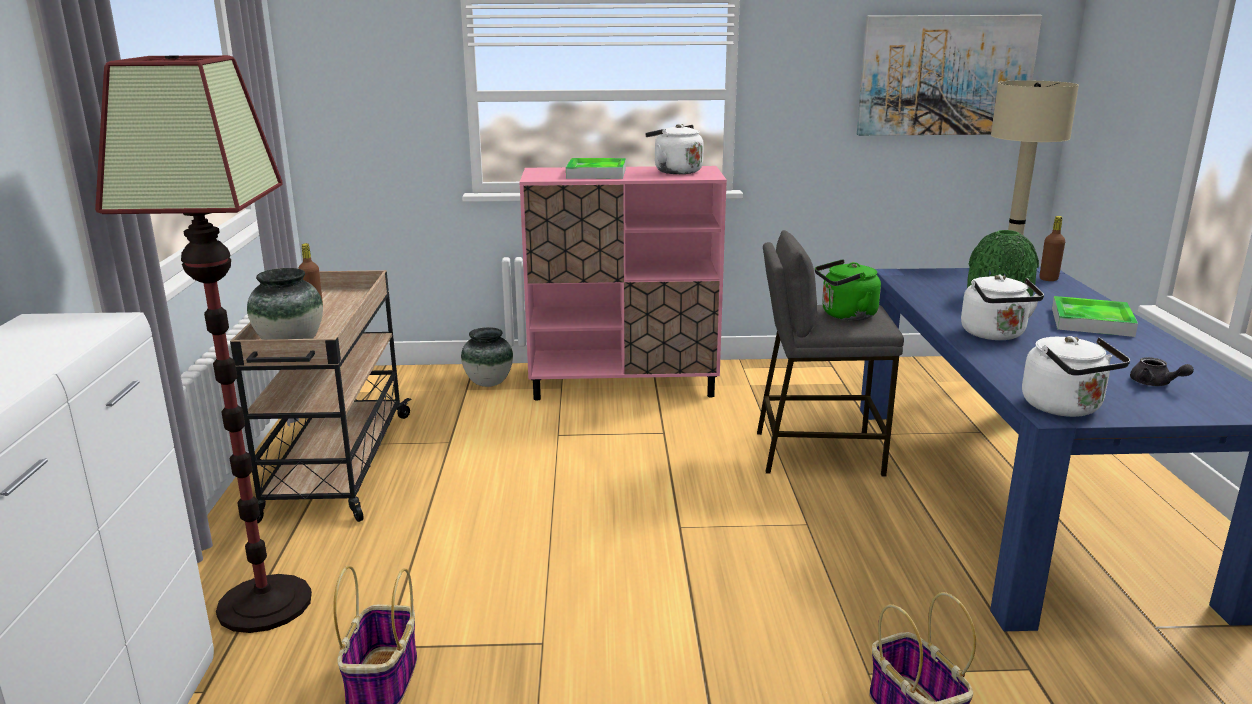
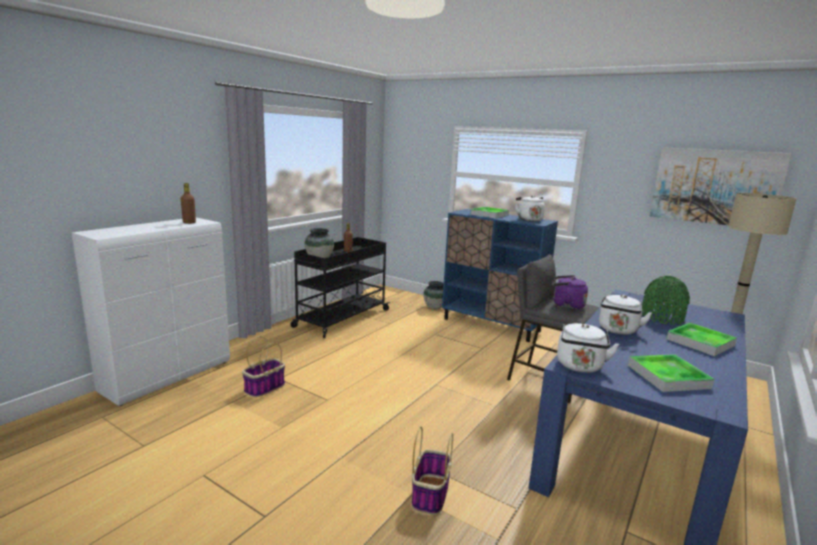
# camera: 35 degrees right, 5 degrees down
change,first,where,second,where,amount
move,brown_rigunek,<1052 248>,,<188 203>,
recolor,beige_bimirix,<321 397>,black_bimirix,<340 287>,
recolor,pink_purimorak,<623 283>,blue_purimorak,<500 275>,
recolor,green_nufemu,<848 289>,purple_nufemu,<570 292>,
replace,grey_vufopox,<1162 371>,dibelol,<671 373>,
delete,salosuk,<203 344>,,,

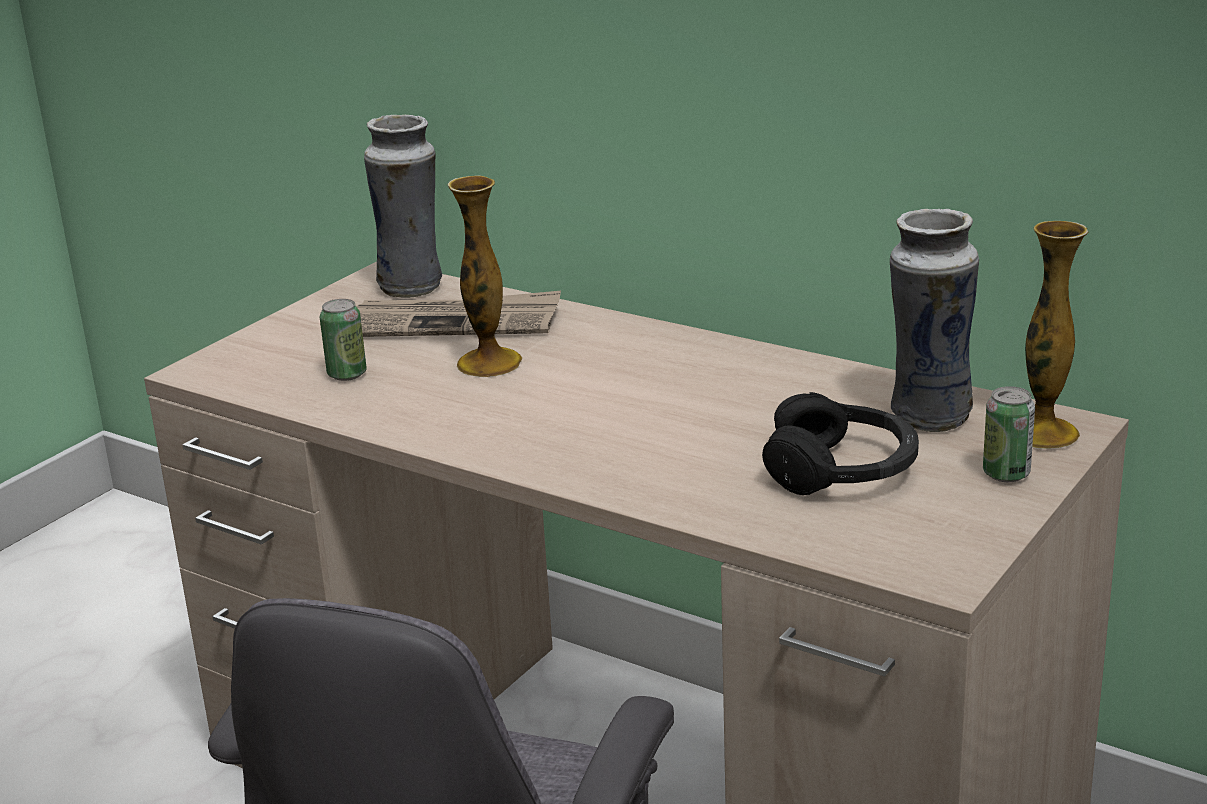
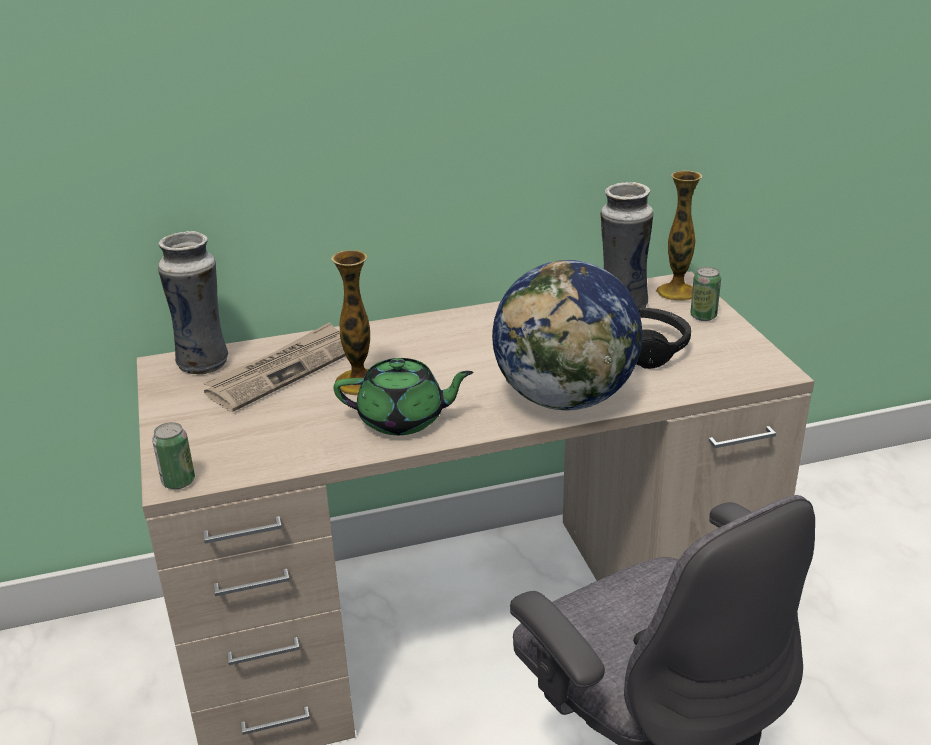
# camera: 50 degrees left, 5 degrees up
change,first,where,second,where,amount
move,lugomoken,<343 340>,,<173 455>,
insert,,,green_vufopox,<403 396>,
insert,,,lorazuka,<567 335>,

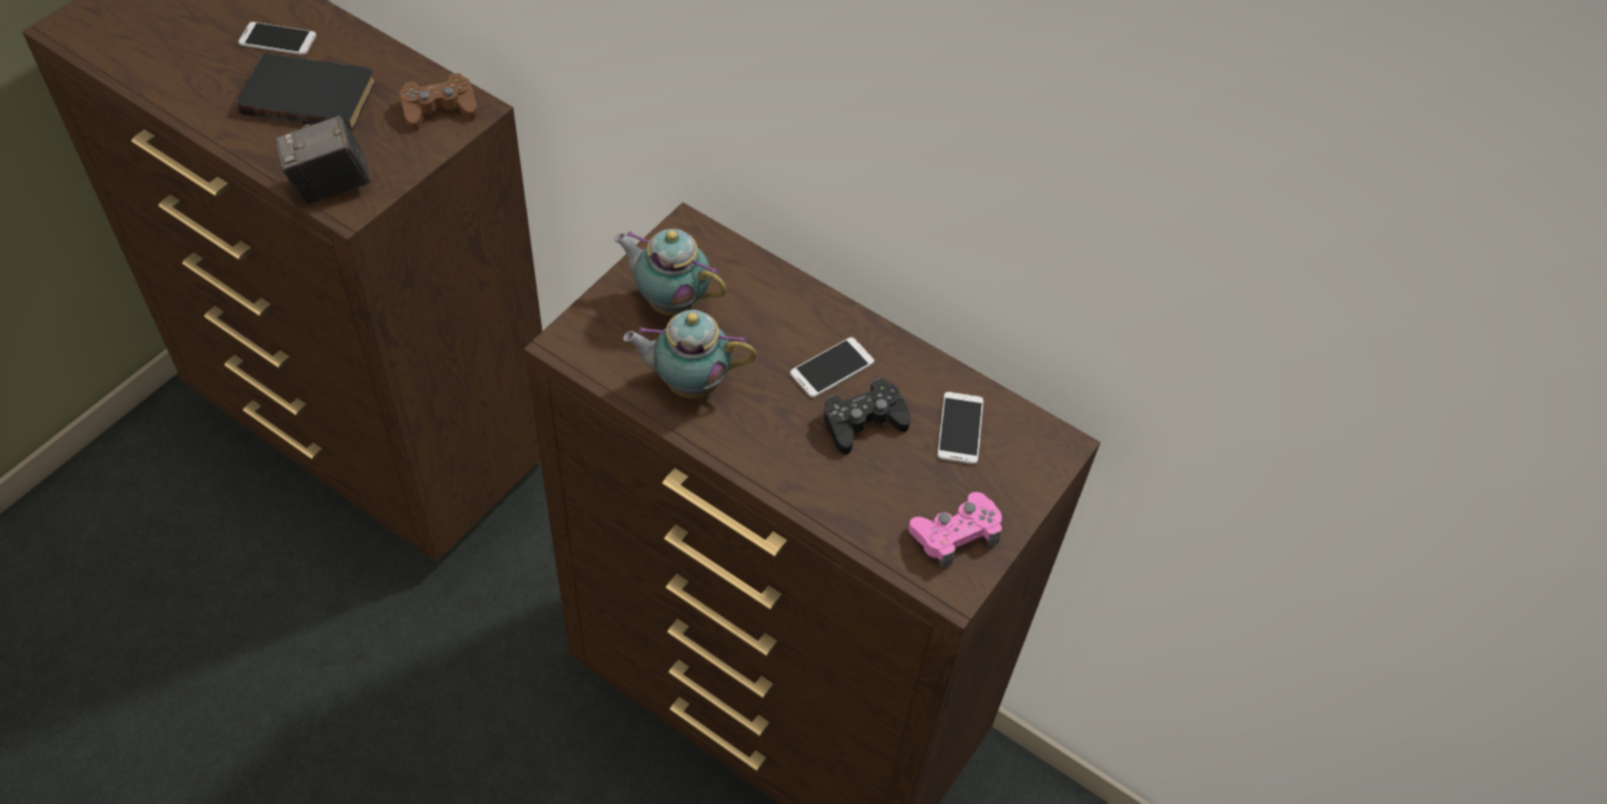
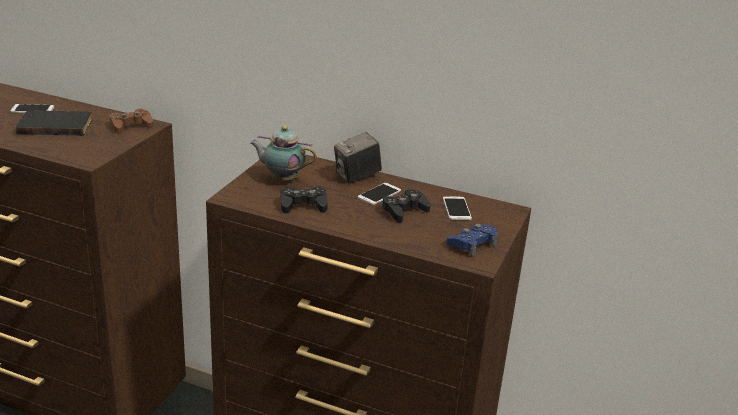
# camera: 10 degrees left, 25 degrees down
change,first,where,second,where,amount
replace,vufopox,<689 354>,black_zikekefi,<304 199>,
move,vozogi,<322 160>,,<358 158>,
recolor,pink_zikekefi,<955 530>,blue_zikekefi,<472 240>,

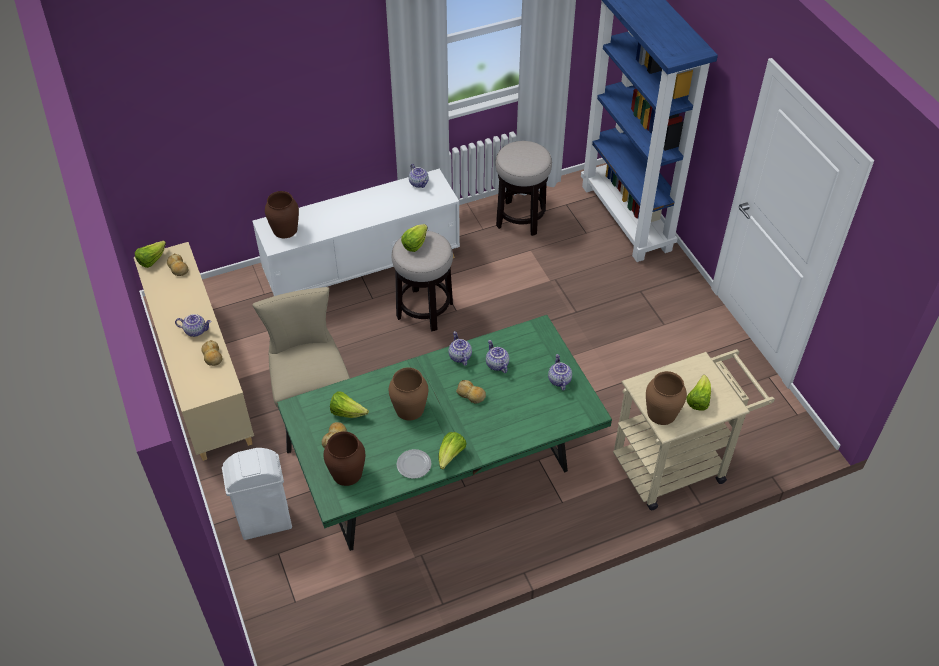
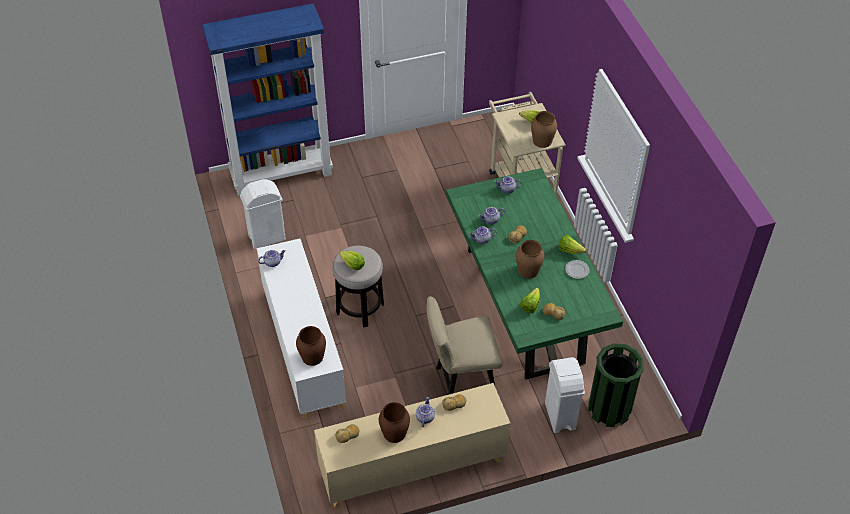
# camera: 85 degrees left, 0 degrees up
change,first,where,second,where,amount
replace,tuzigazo,<523 188>,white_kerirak,<263 214>,
move,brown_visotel,<344 458>,,<394 422>,
insert,,,green_kerirak,<616 385>,
delete,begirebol,<150 254>,,,

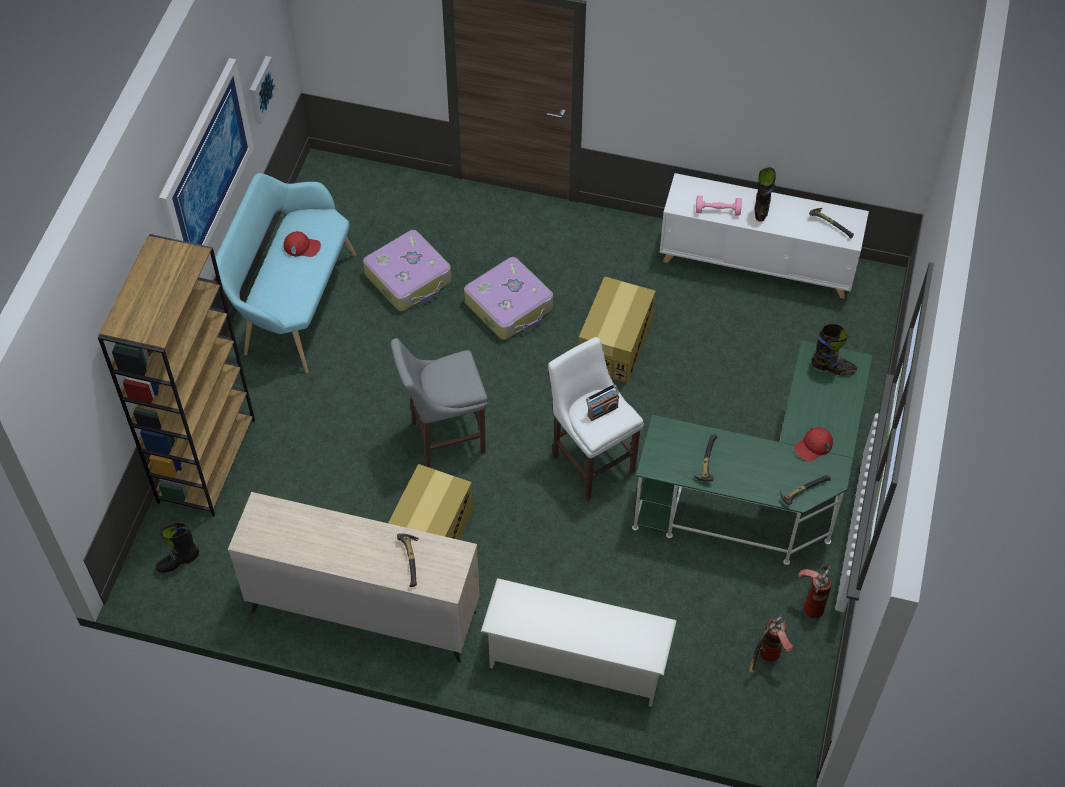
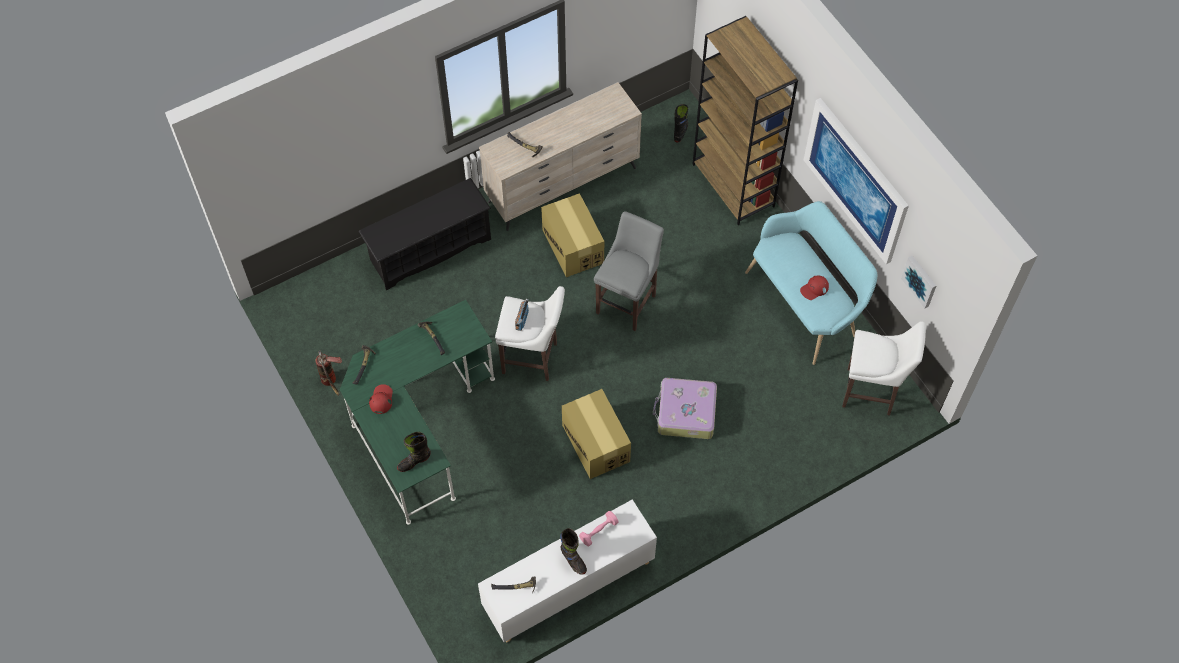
# camera: 135 degrees right, 5 degrees up
change,first,where,second,where,amount
recolor,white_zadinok,<579 642>,black_zadinok,<424 234>,
insert,,,white_tuzigazo,<884 368>,
delete,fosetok,<407 270>,,,
delete,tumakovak,<771 644>,,,

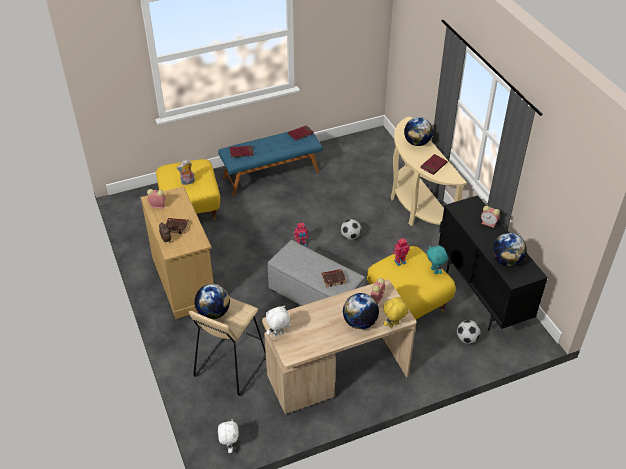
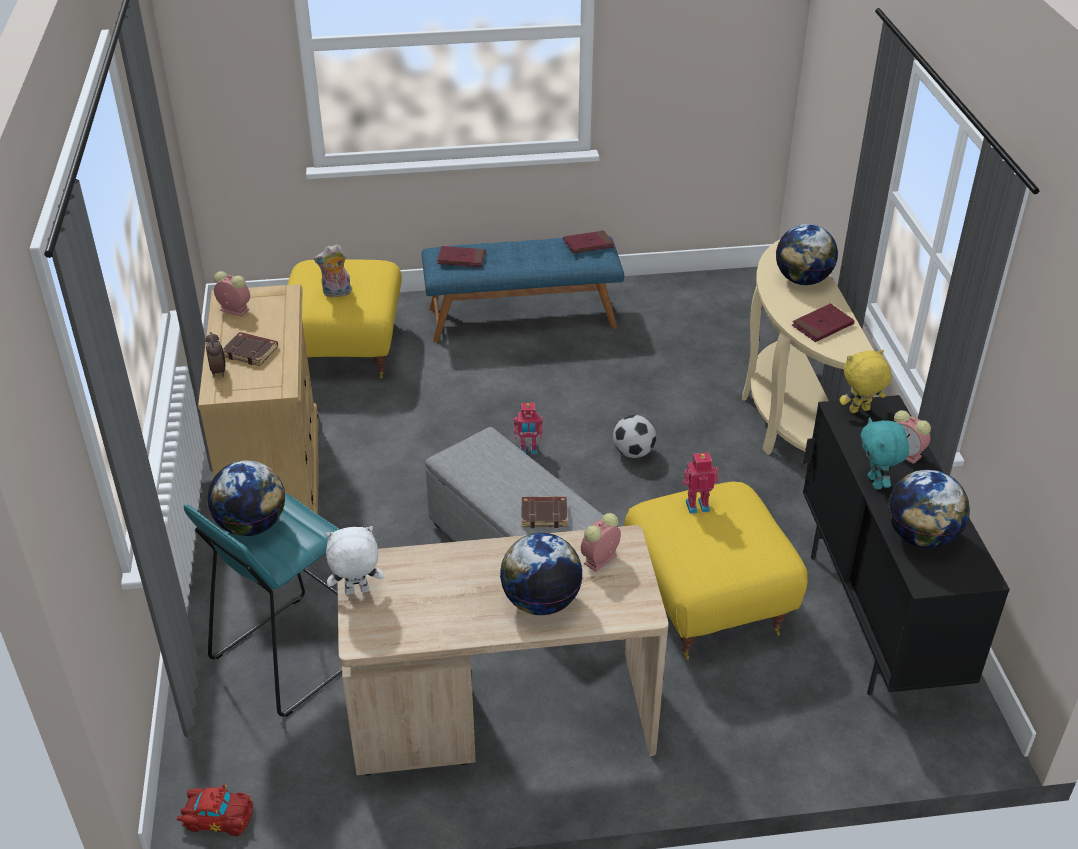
# camera: 15 degrees right, 5 degrees down
change,first,where,second,where,amount
replace,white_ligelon,<228 436>,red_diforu,<215 810>,
recolor,beige_tuzigazo,<227 346>,turquoise_tuzigazo,<263 604>,
move,yellow_ligelon,<395 312>,,<865 381>,
move,turquoise_ligelon,<437 260>,,<885 453>,
delete,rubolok,<469 332>,,,

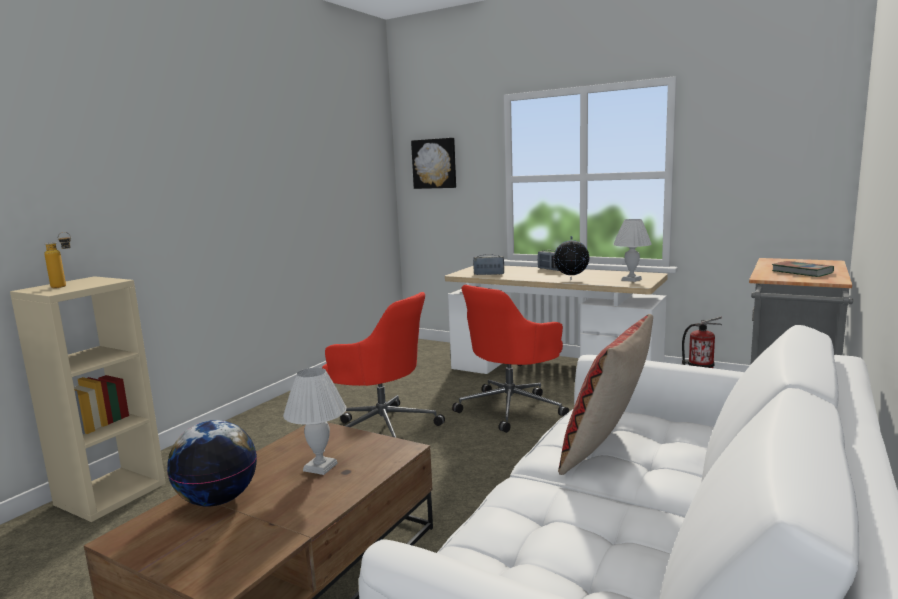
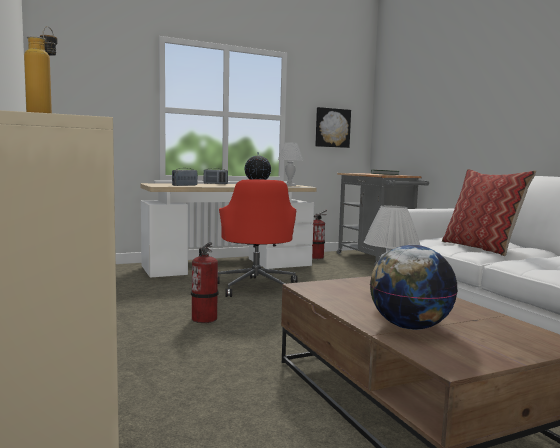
# camera: 55 degrees left, 5 degrees down
change,first,where,second,where,amount
replace,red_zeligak,<383 365>,tumakovak,<205 282>,
move,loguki,<433 163>,,<333 127>,

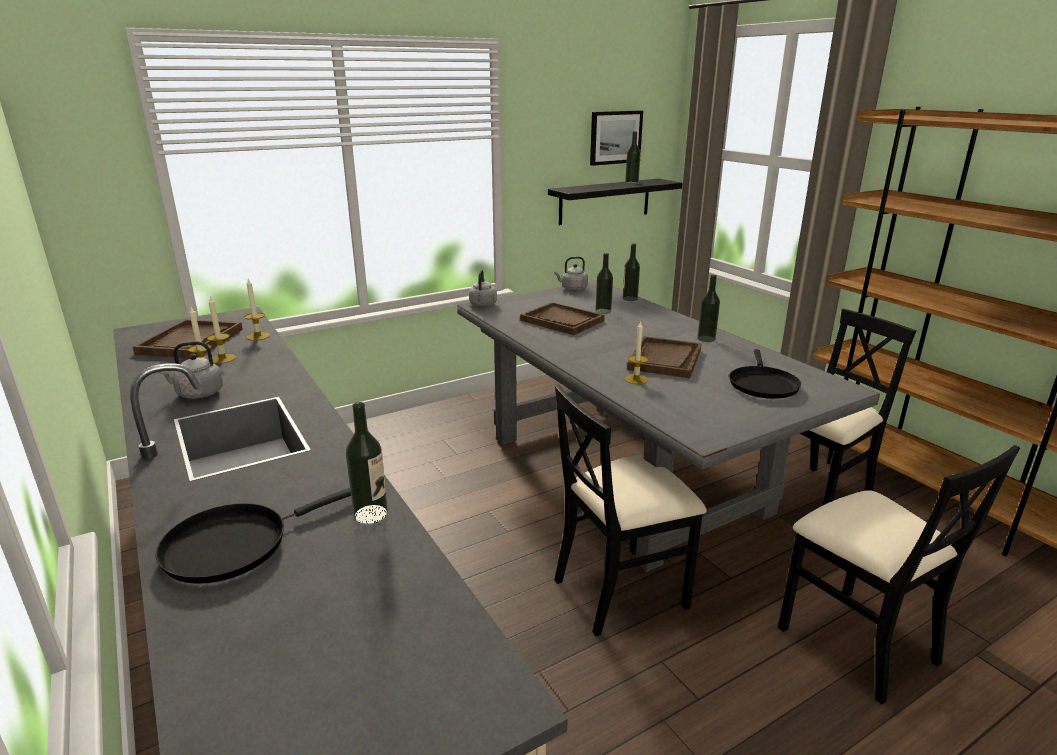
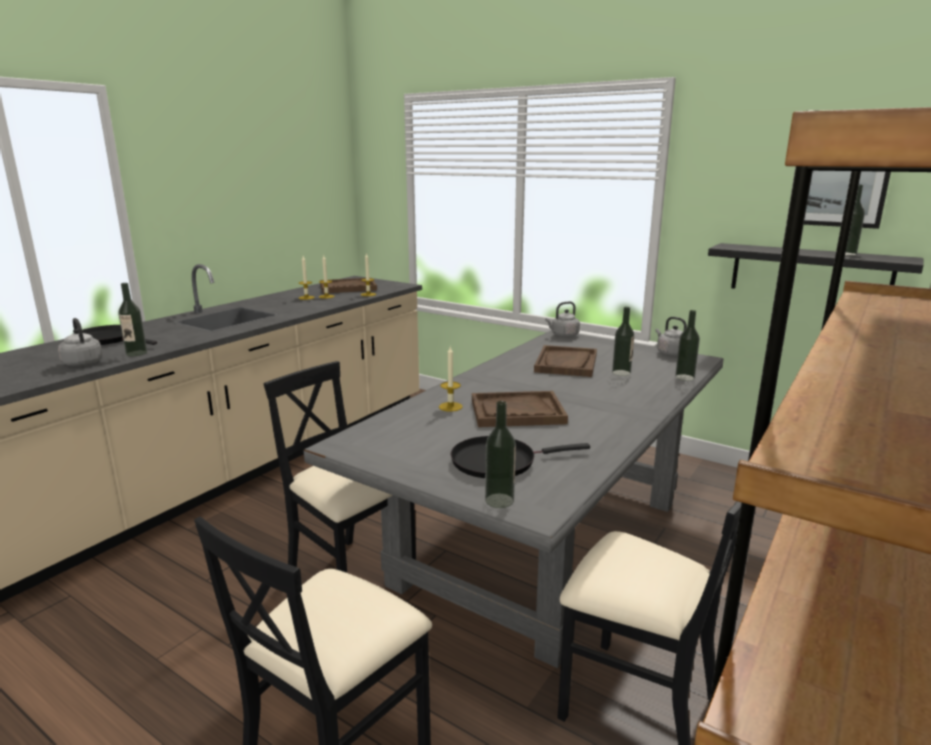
# camera: 65 degrees right, 5 degrees down
change,first,where,second,where,amount
move,grey_nufemu,<190 370>,,<80 342>,
move,rigunek,<708 308>,,<500 454>,

